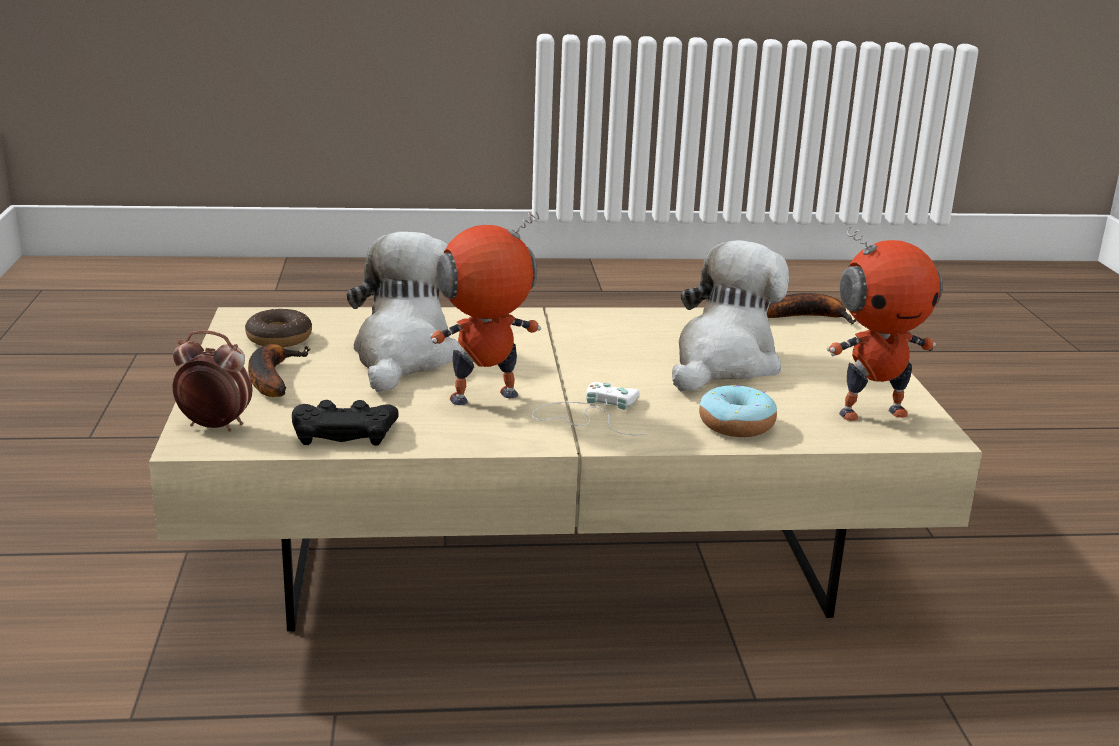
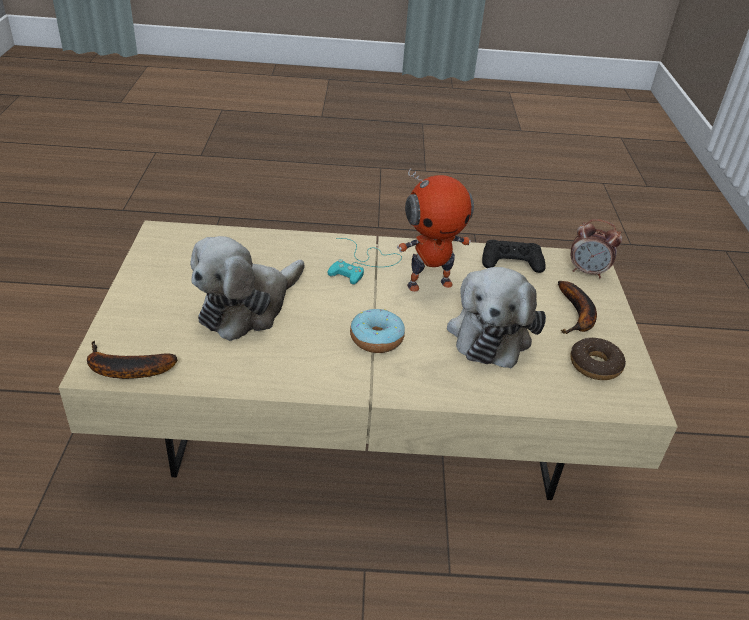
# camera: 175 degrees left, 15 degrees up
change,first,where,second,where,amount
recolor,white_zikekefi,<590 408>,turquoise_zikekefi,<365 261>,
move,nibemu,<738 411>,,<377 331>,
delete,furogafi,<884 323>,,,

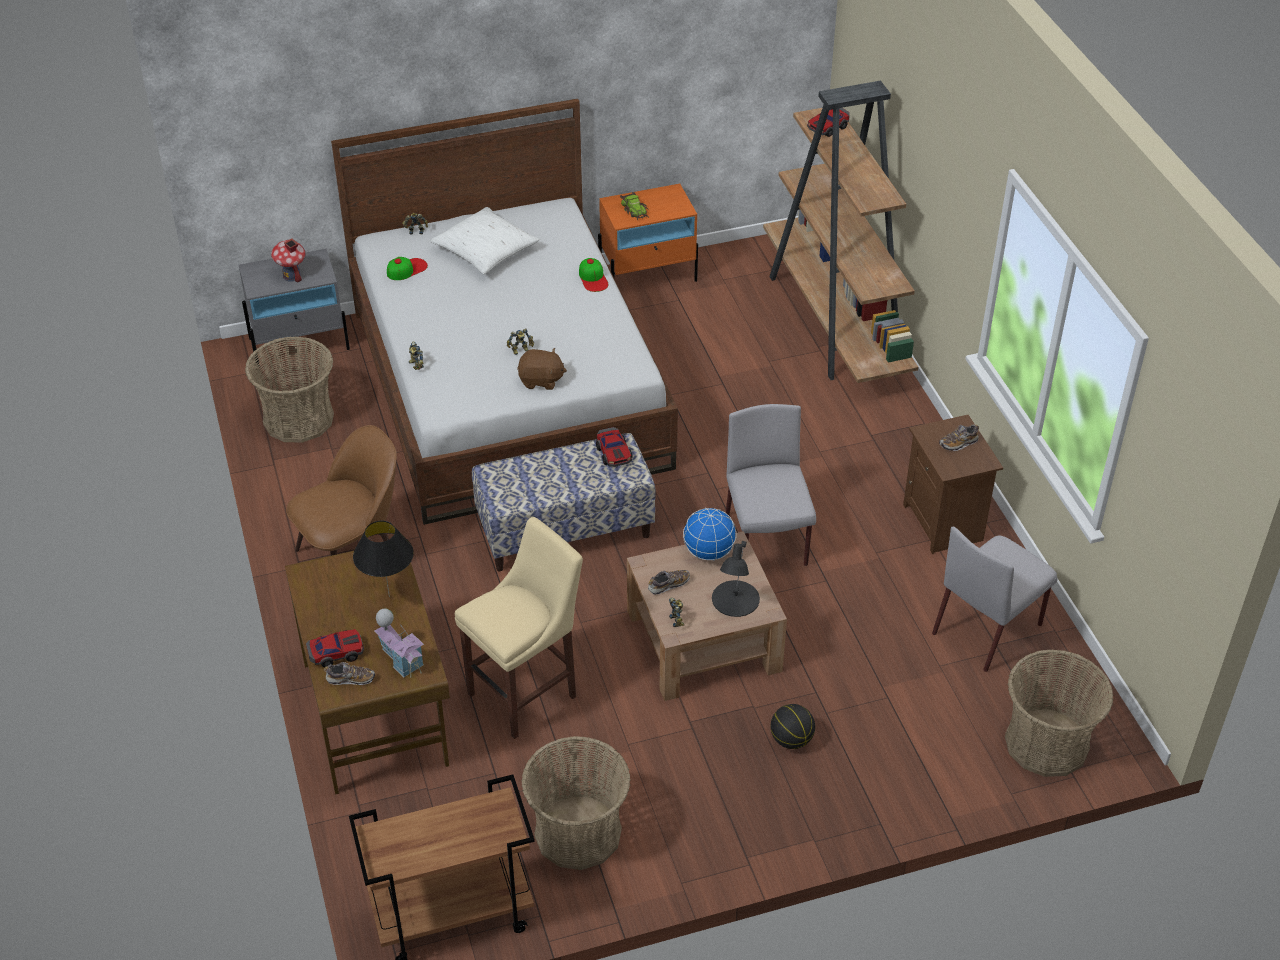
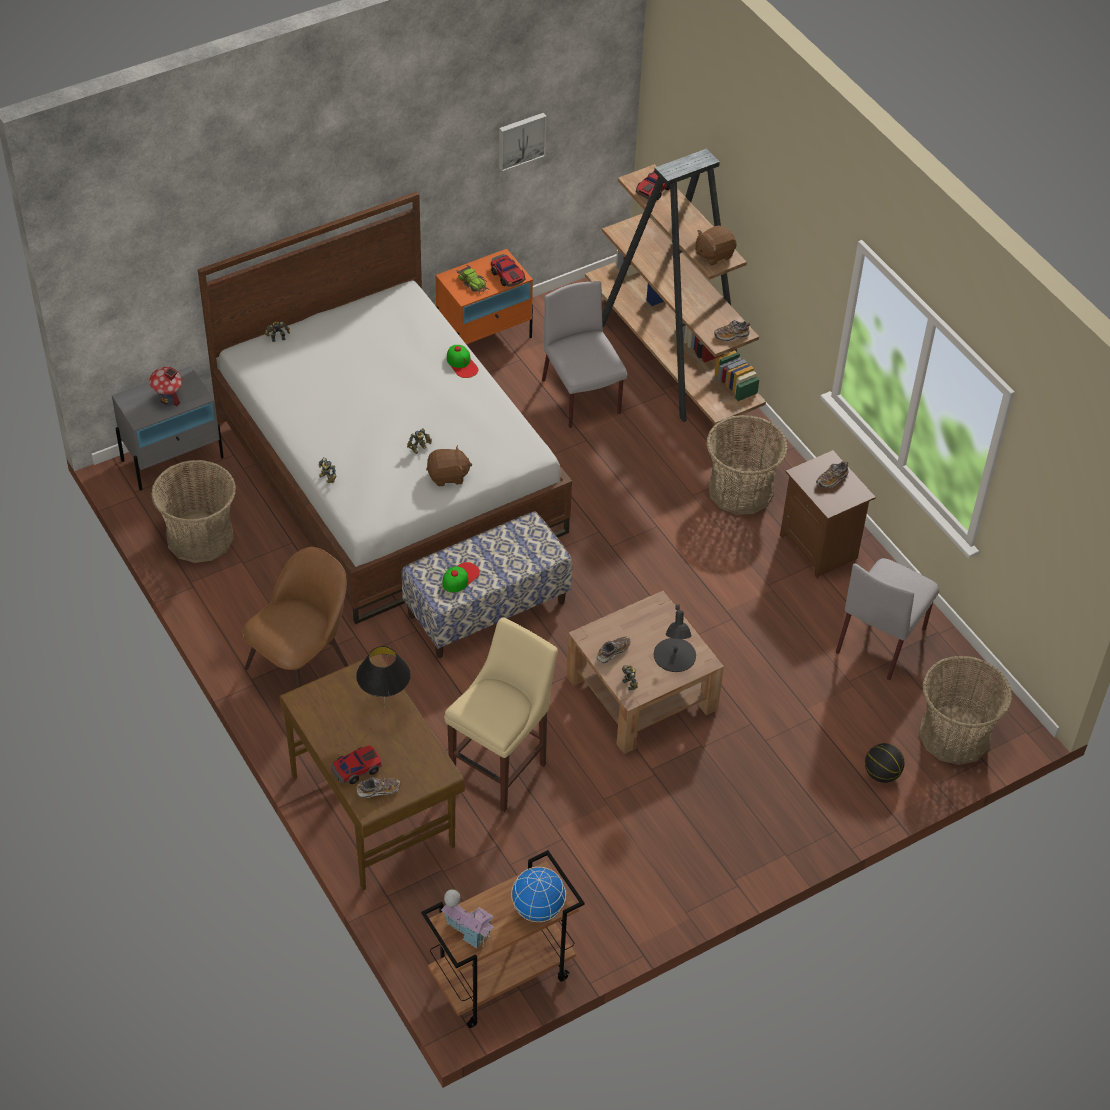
# camera: 15 degrees left, 5 degrees up
change,first,where,second,where,amount
move,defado,<399 643>,,<468 919>,
move,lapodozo,<407 268>,,<461 577>,
move,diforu,<614 447>,,<508 270>,
insert,,,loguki,<523 142>,
move,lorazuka,<710 534>,,<538 894>,
move,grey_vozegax,<771 485>,,<584 354>,
insert,,,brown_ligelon,<716 245>,
move,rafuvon,<576 803>,,<747 465>,
insert,,,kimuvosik,<732 331>,
move,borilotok,<792 726>,,<884 763>,
delete,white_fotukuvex,<485 240>,,,

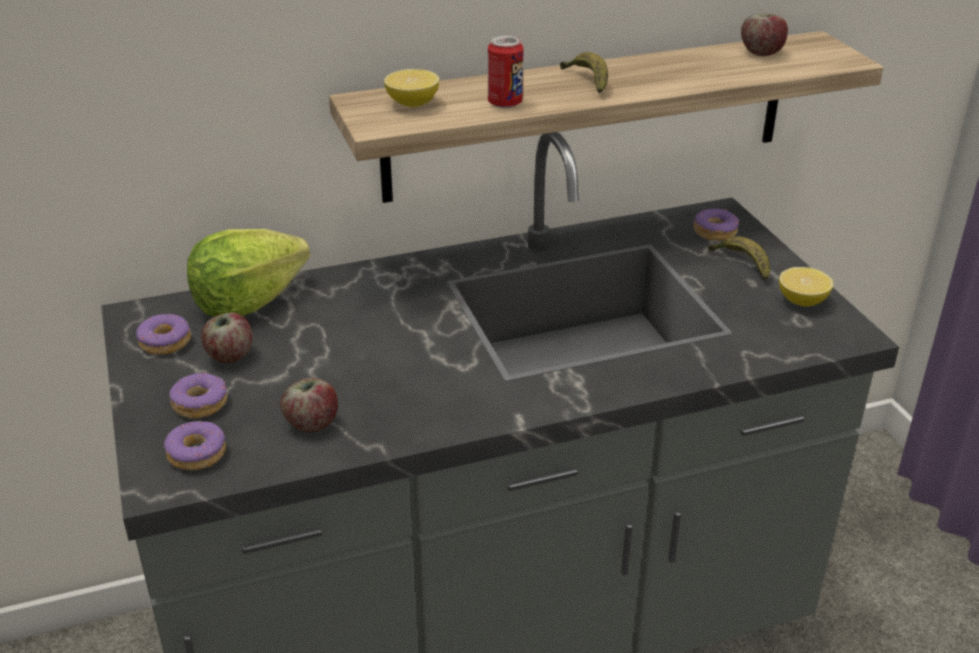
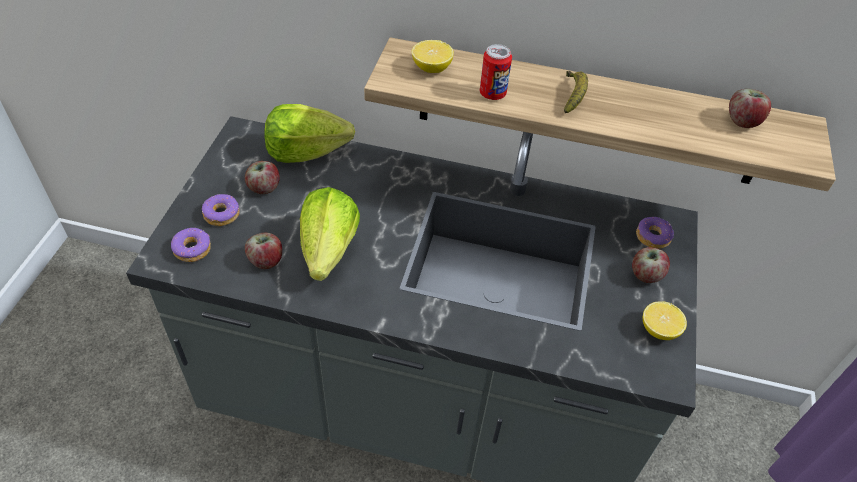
# camera: 30 degrees right, 15 degrees up
change,first,where,second,where,amount
insert,,,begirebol,<330 234>,
replace,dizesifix,<739 258>,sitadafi,<651 265>,
delete,nibemu,<163 334>,,,

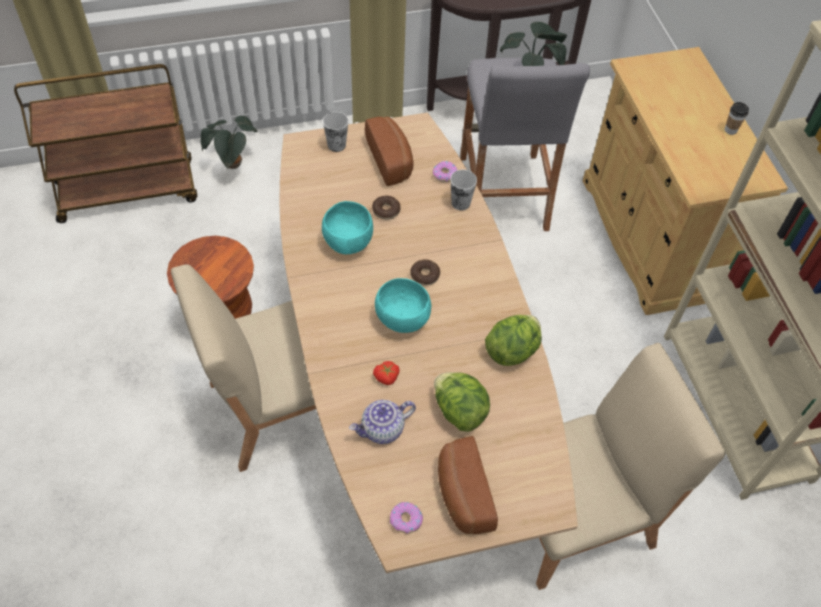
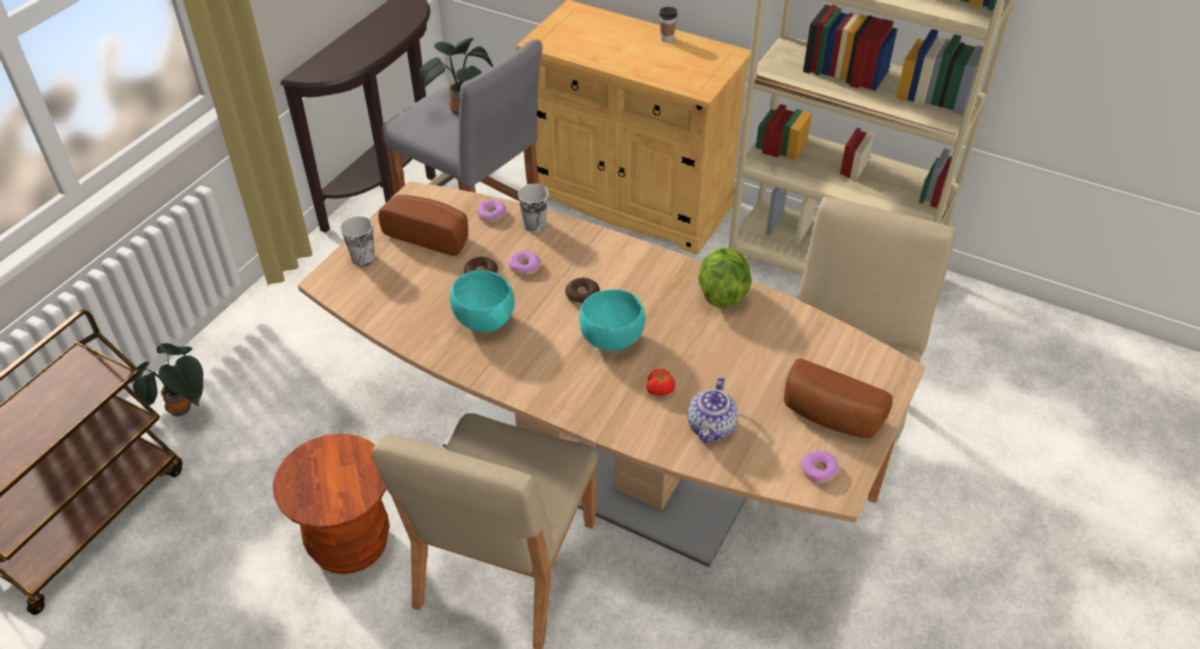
# camera: 45 degrees left, 10 degrees down
change,first,where,second,where,amount
insert,,,nibemu,<525 262>,
delete,begirebol,<462 402>,,,

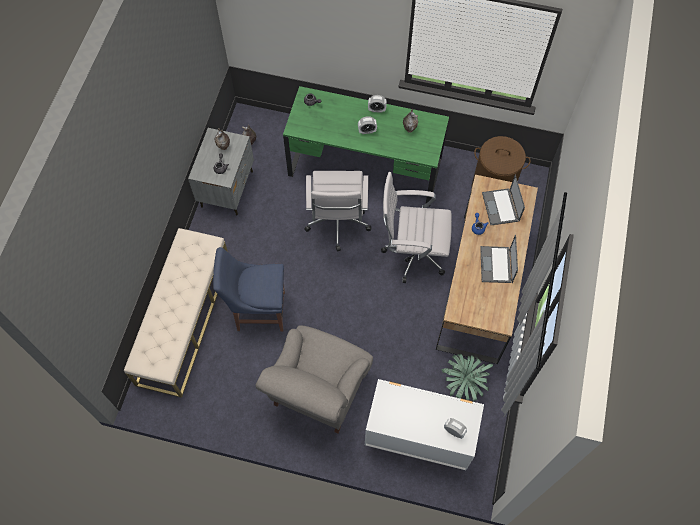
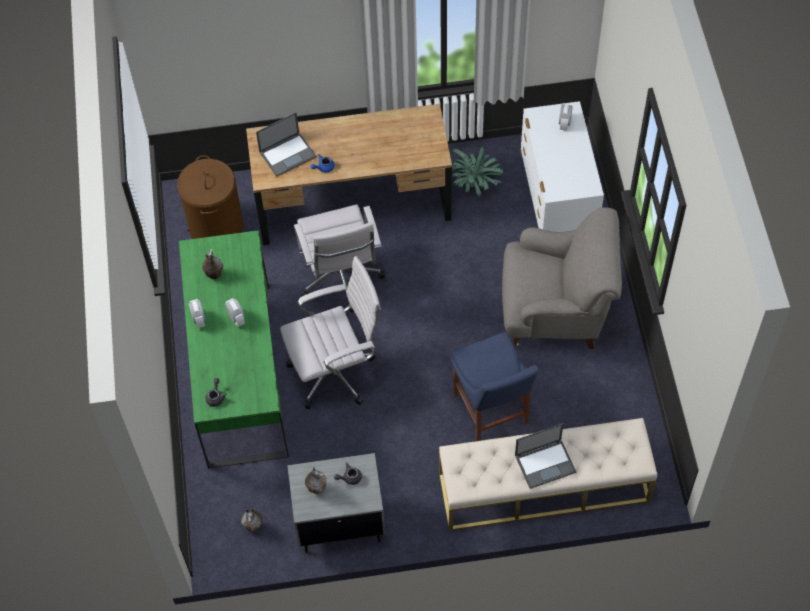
# camera: 110 degrees left, 5 degrees down
change,first,where,second,where,amount
move,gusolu,<499 259>,,<545 456>,

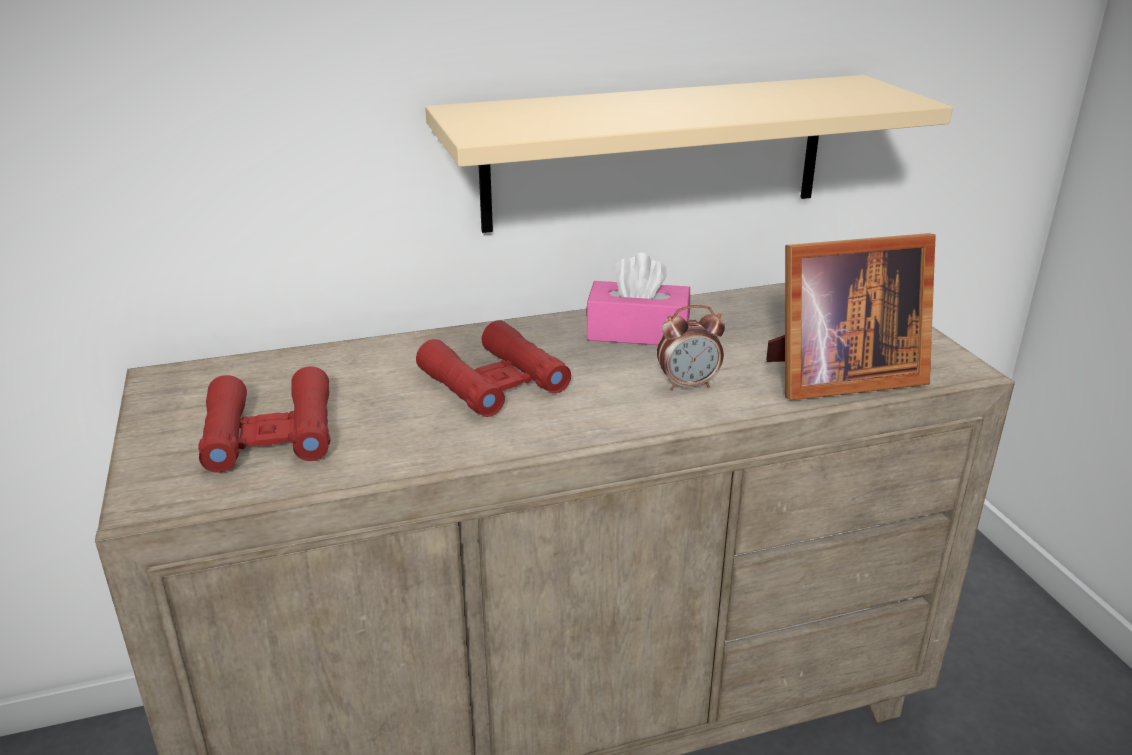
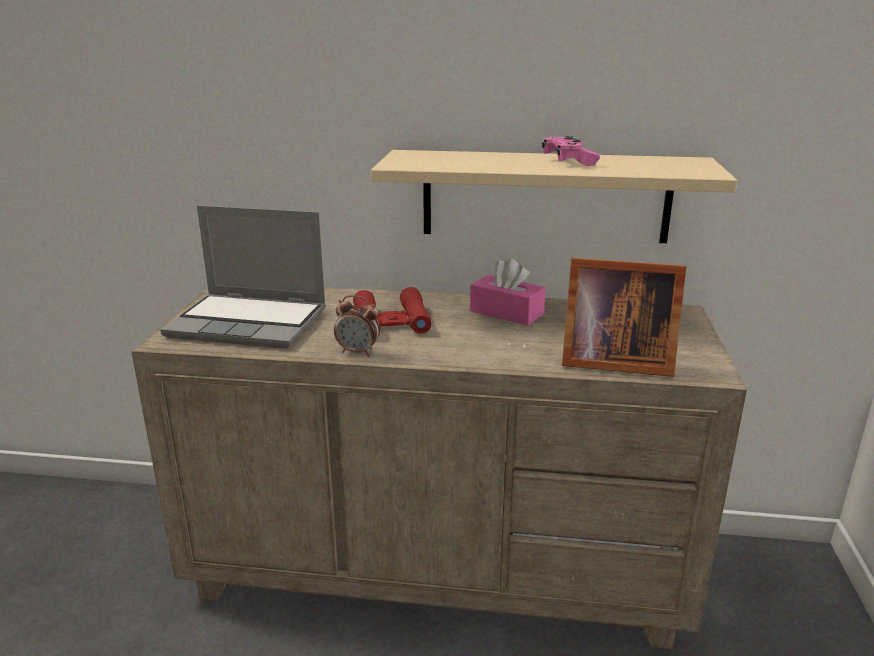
# camera: 25 degrees right, 5 degrees down
change,first,where,second,where,amount
replace,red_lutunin,<264 419>,gusolu,<243 277>,
move,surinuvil,<691 348>,,<357 325>,
insert,,,pink_zikekefi,<571 151>,

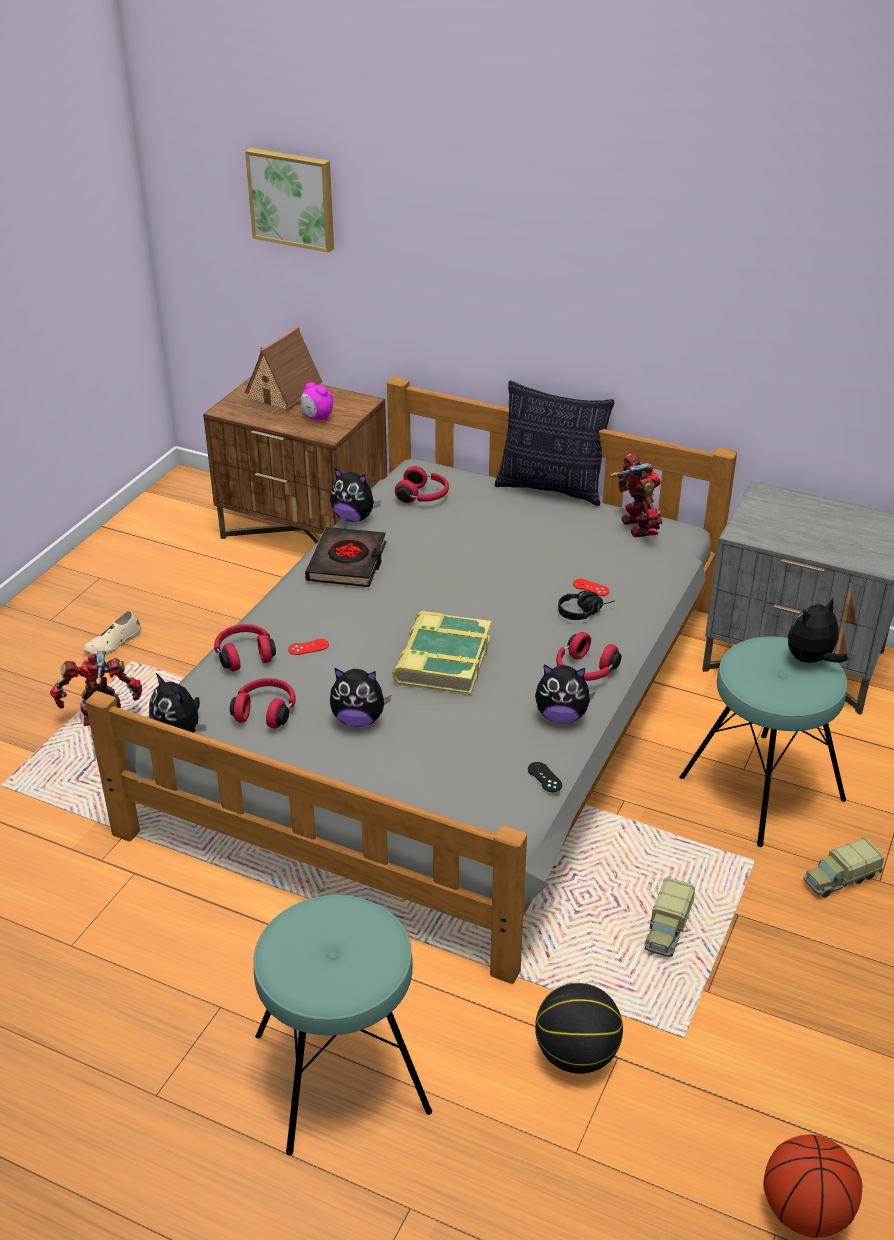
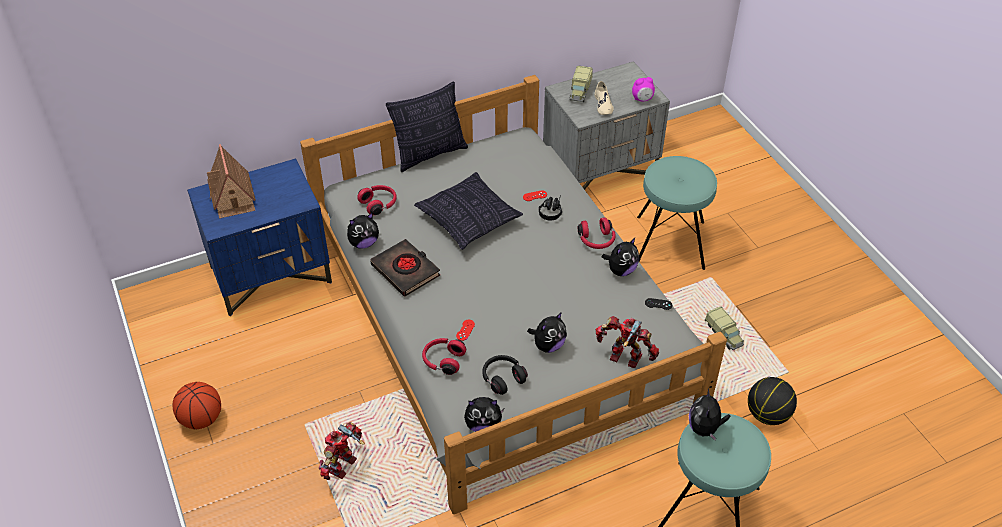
# camera: 50 degrees left, 10 degrees up
change,first,where,second,where,amount
move,borilotok,<812 1186>,,<197 405>,
recolor,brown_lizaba,<295 459>,blue_lizaba,<259 237>,
insert,,,fotukuvex,<468 211>,
recolor,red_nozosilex,<263 703>,black_nozosilex,<505 375>,
move,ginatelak,<844 868>,,<581 83>,
move,beige_kimuvosik,<112 632>,,<604 98>,
move,furogafi,<636 495>,,<627 342>,
move,surinuvil,<317 401>,,<643 89>,
move,ligelon,<818 630>,,<710 414>,
delete,loguki,<289 200>,,,
delete,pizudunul,<441 653>,,,

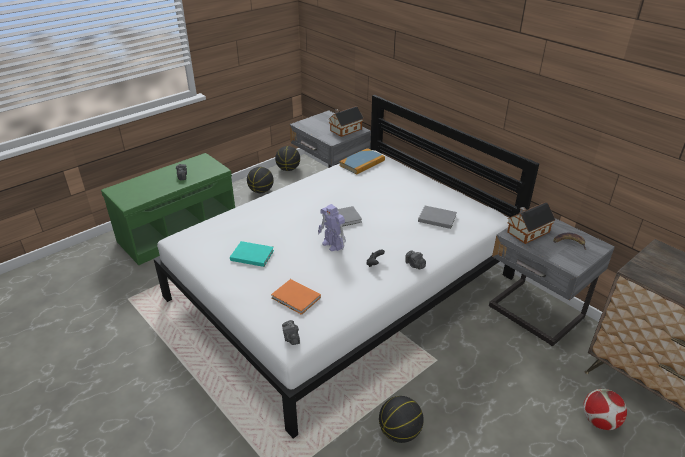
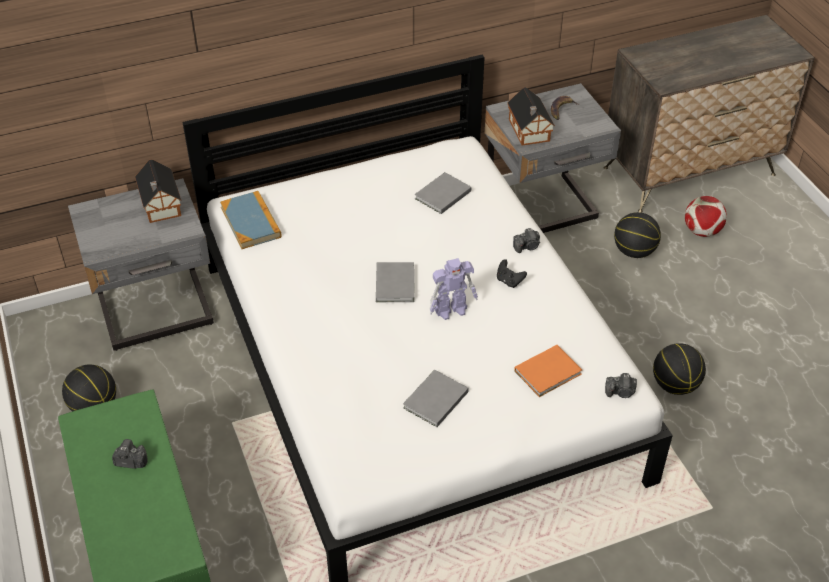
# camera: 70 degrees left, 10 degrees up
change,first,where,second,where,amount
recolor,turquoise_pizudunul,<252 254>,grey_pizudunul,<436 398>,
move,borilotok,<287 158>,,<637 235>,

